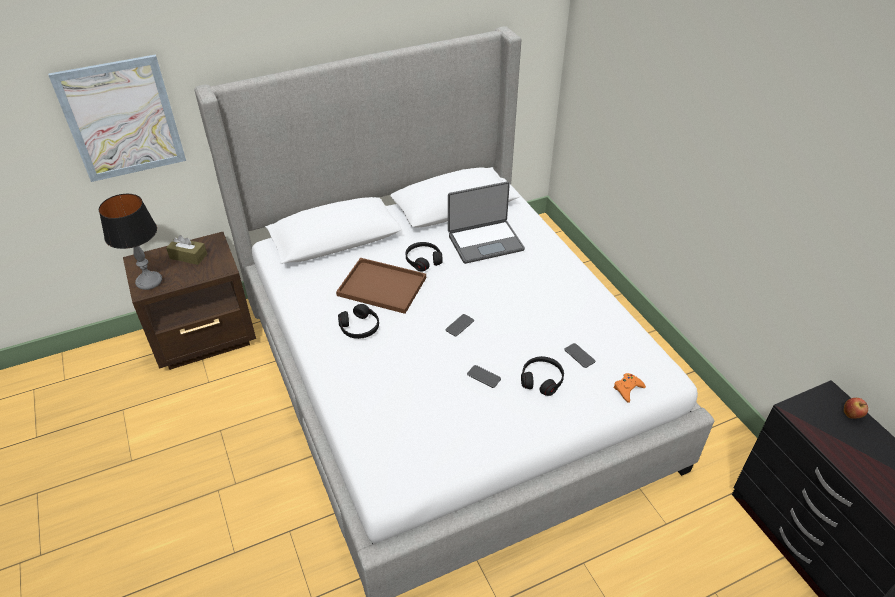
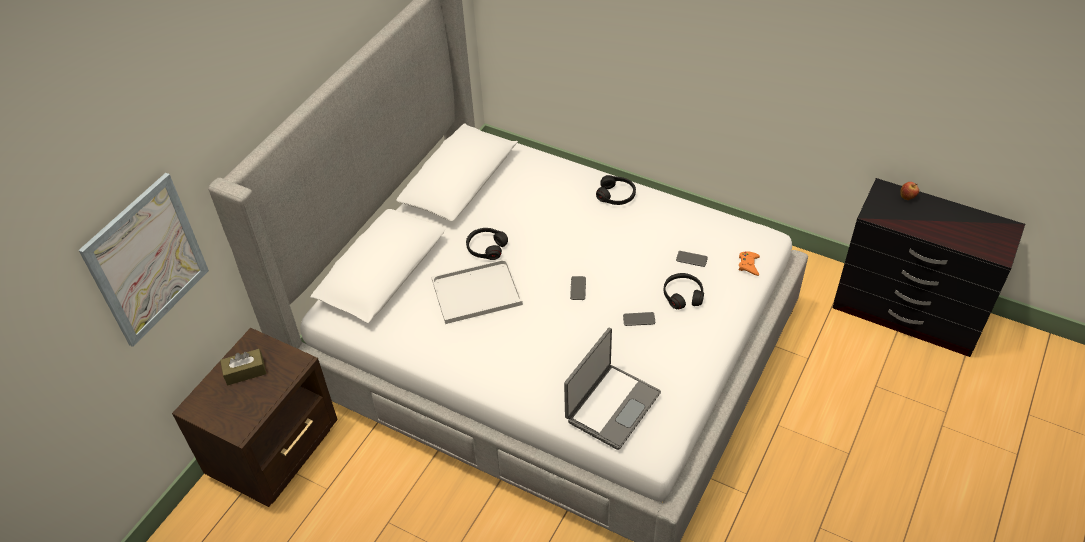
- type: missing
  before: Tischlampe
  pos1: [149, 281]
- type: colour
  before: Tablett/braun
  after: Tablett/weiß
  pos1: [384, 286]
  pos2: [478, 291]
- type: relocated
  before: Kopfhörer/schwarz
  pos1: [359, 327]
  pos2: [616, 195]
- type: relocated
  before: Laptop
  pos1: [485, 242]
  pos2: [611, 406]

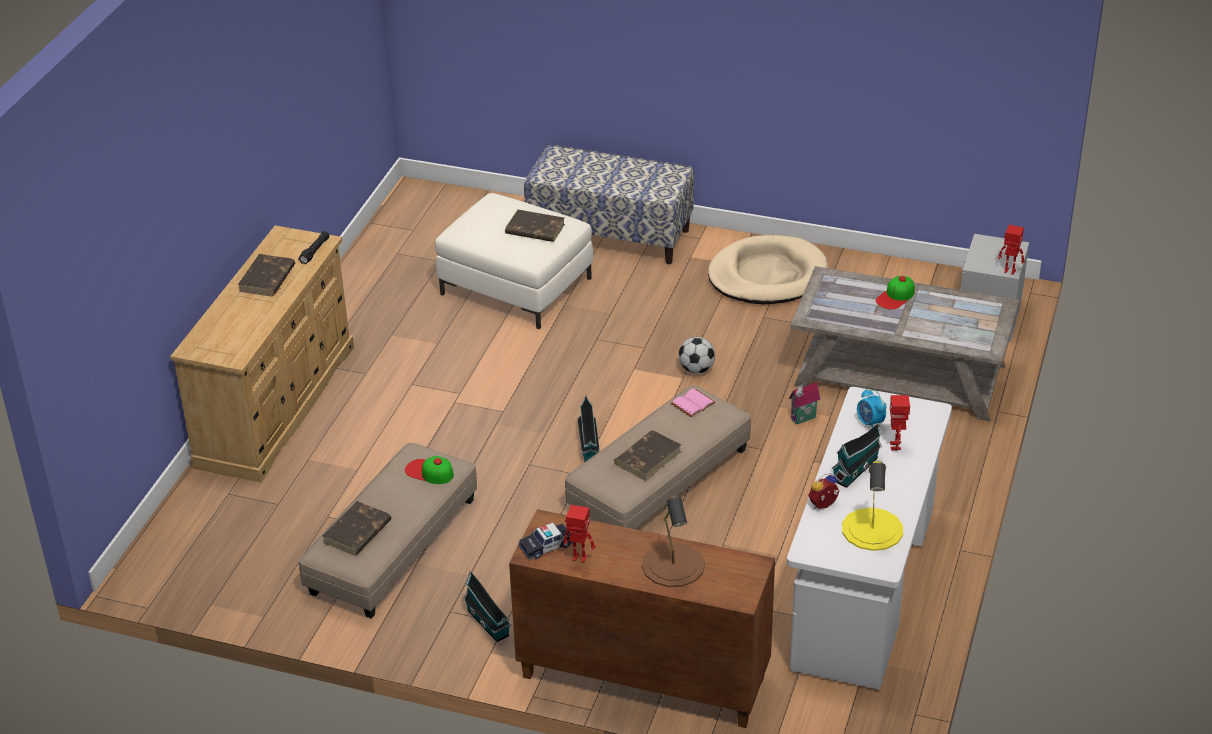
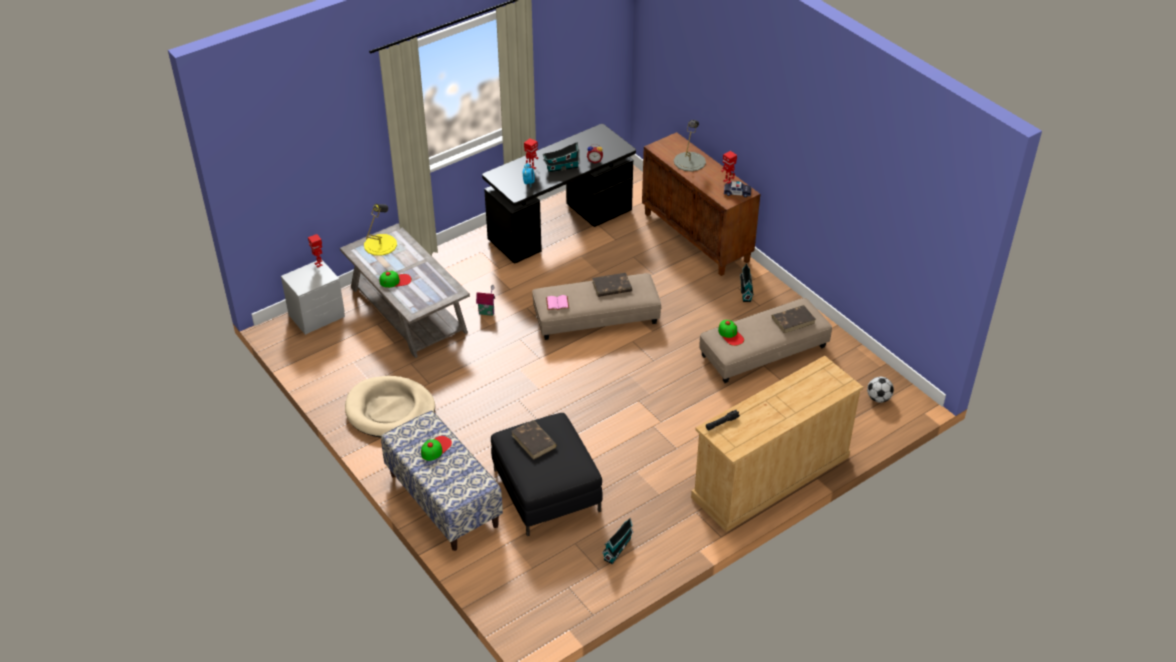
- type: missing
  before: Buch/braun
  pos1: [267, 279]
- type: colour
  before: Polsterhocker/weiß
  after: Polsterhocker/schwarz
  pos1: [515, 286]
  pos2: [546, 490]
- type: relocated
  before: Spielzeughaus
  pos1: [589, 448]
  pos2: [618, 548]
- type: colour
  before: Tischlampe/braun
  after: Tischlampe/grau
  pos1: [673, 565]
  pos2: [689, 161]
- type: relocated
  before: Fußball
  pos1: [696, 369]
  pos2: [878, 398]
- type: colour
  before: Schreibtisch/weiß
  after: Schreibtisch/schwarz
  pos1: [865, 588]
  pos2: [560, 225]
- type: relocated
  before: Tischlampe/gelb
  pos1: [872, 529]
  pos2: [380, 245]
- type: appeared
  after: Kappe
  pos2: [436, 448]

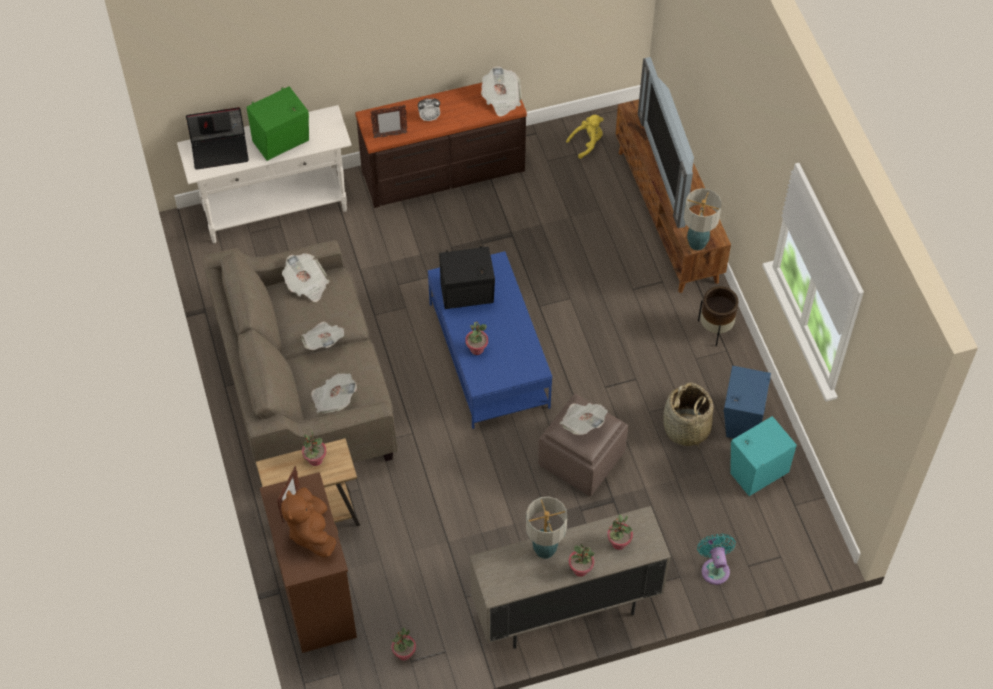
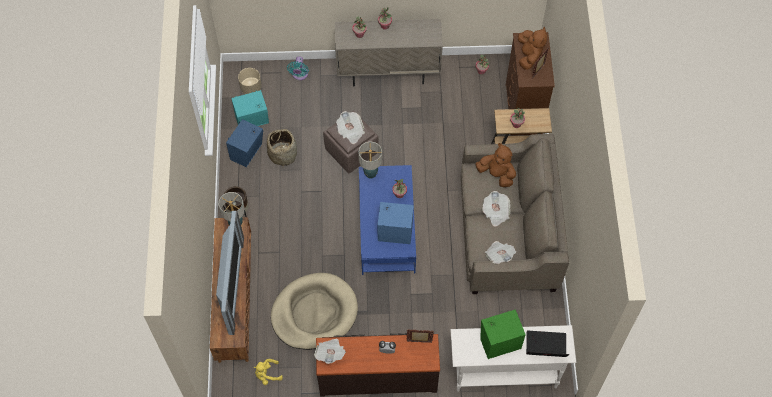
- type: exchanged
  before: Zeitung
  after: Plüschtier/braun
  pos1: [333, 399]
  pos2: [496, 174]
- type: colour
  before: Lautsprecher/schwarz
  after: Lautsprecher/blau
  pos1: [468, 296]
  pos2: [394, 231]
- type: relocated
  before: Tischlampe
  pos1: [545, 550]
  pos2: [370, 173]
- type: appeared
  after: Pflanzkübel/beige
  pos2: [251, 88]
- type: appeared
  after: Hundebett/beige
  pos2: [314, 313]

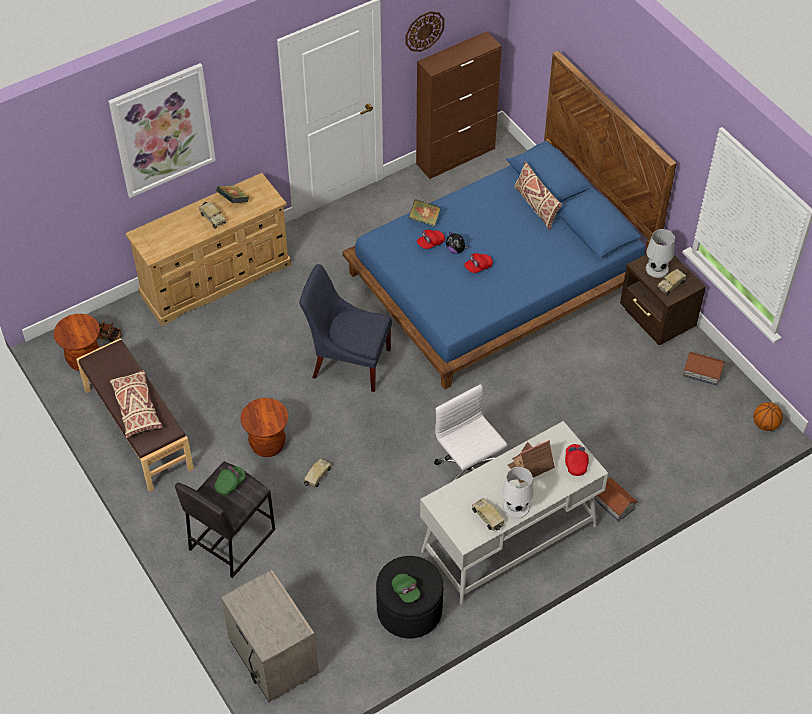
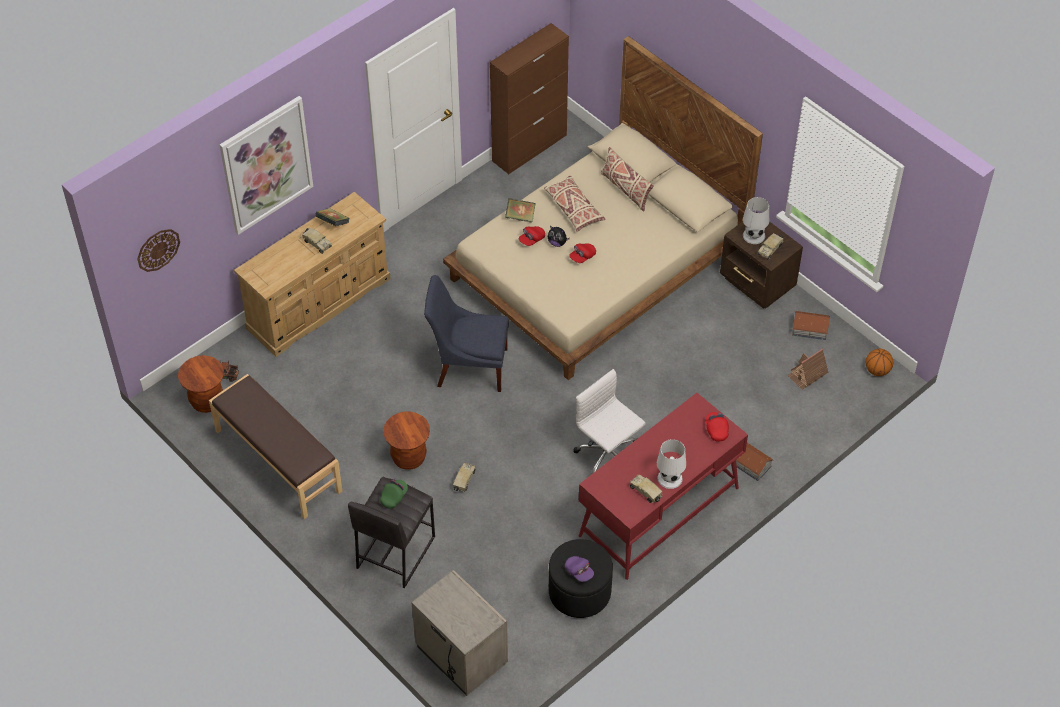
- type: relocated
  before: Kissen/beige
  pos1: [136, 408]
  pos2: [573, 208]
- type: colour
  before: Bett/blau
  after: Bett/beige
  pos1: [498, 279]
  pos2: [597, 265]
- type: colour
  before: Kappe/grün
  after: Kappe/lila
  pos1: [406, 591]
  pos2: [579, 572]
- type: relocated
  before: Wanduhr
  pos1: [424, 31]
  pos2: [158, 249]
- type: colour
  before: Schreibtisch/weiß
  after: Schreibtisch/rot
  pos1: [508, 538]
  pos2: [658, 511]
- type: relocated
  before: Spielzeughaus
  pos1: [530, 466]
  pos2: [807, 374]

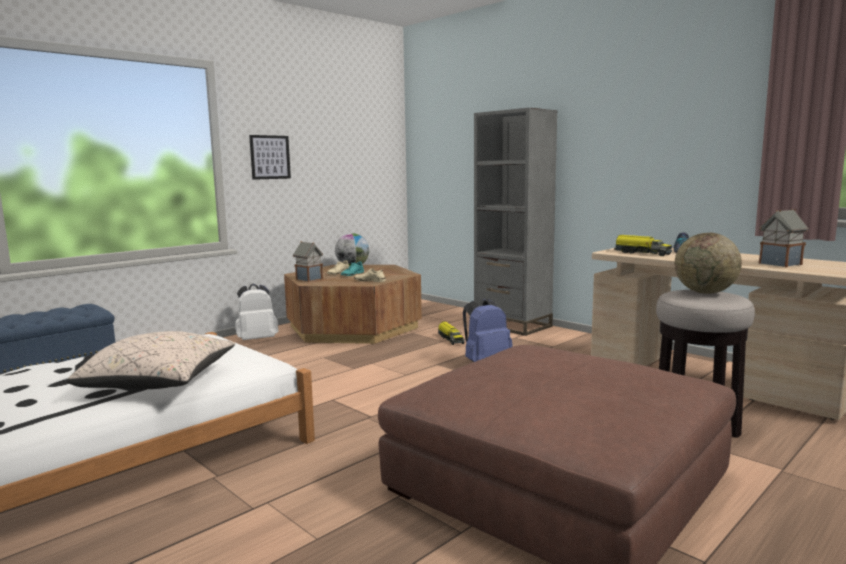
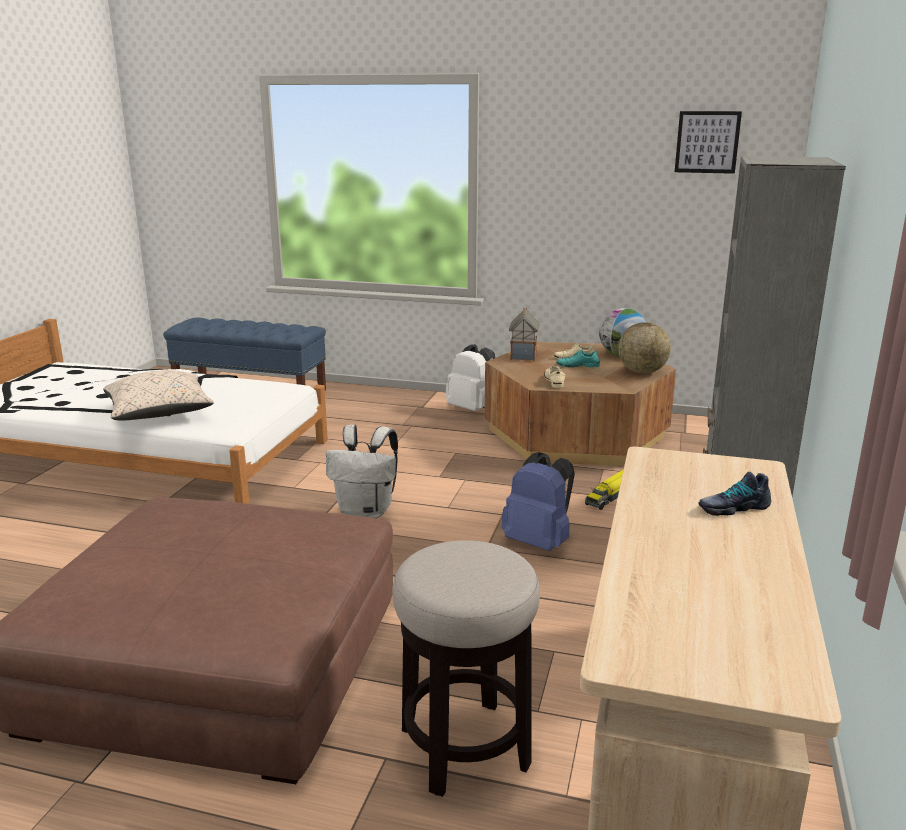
- type: relocated
  before: Bild
  pos1: [270, 157]
  pos2: [707, 142]
- type: missing
  before: Spielzeuglaster
  pos1: [641, 253]
- type: relocated
  before: Globus
  pos1: [705, 292]
  pos2: [642, 372]
- type: missing
  before: Spielzeughaus
  pos1: [780, 264]
- type: appeared
  after: Rucksack/weiß
  pos2: [367, 511]

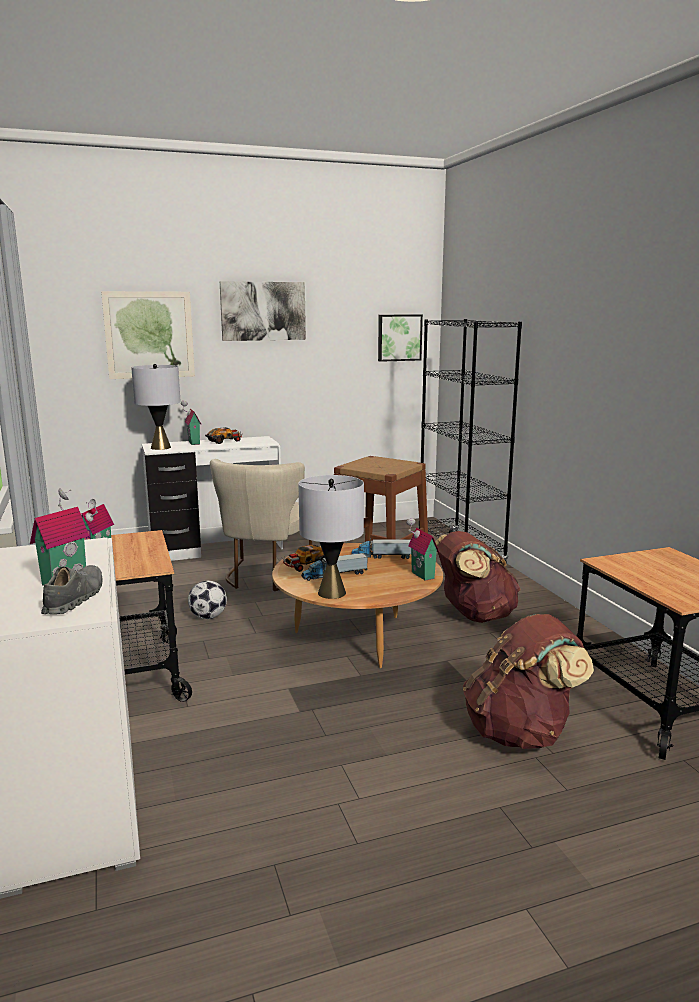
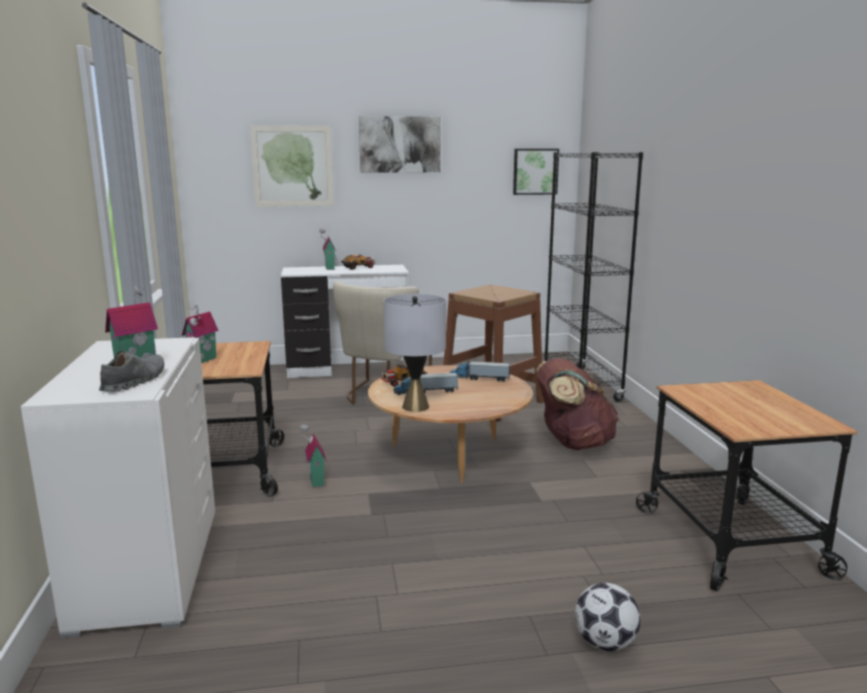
- type: missing
  before: Tischlampe/grau
  pos1: [161, 447]
- type: relocated
  before: Fußball
  pos1: [208, 617]
  pos2: [605, 643]
- type: relocated
  before: Spielzeughaus
  pos1: [421, 575]
  pos2: [314, 481]
- type: missing
  before: Rucksack/braun
  pos1: [520, 732]

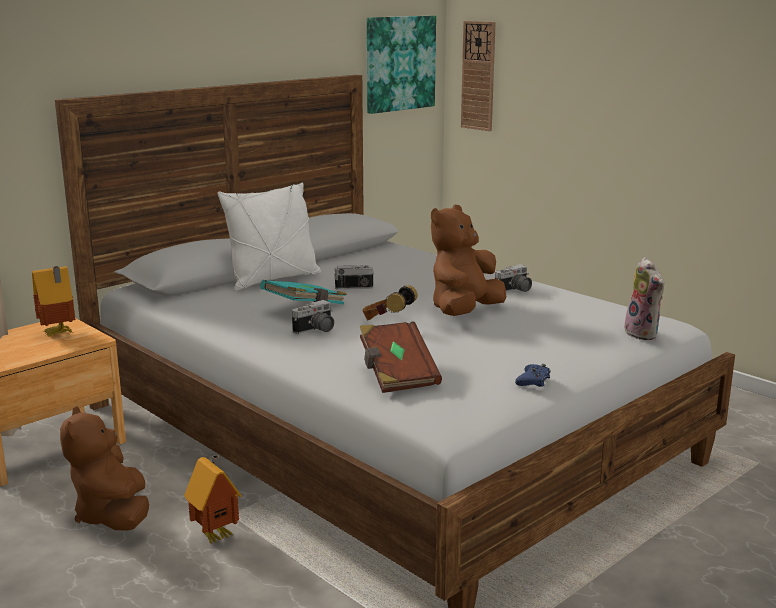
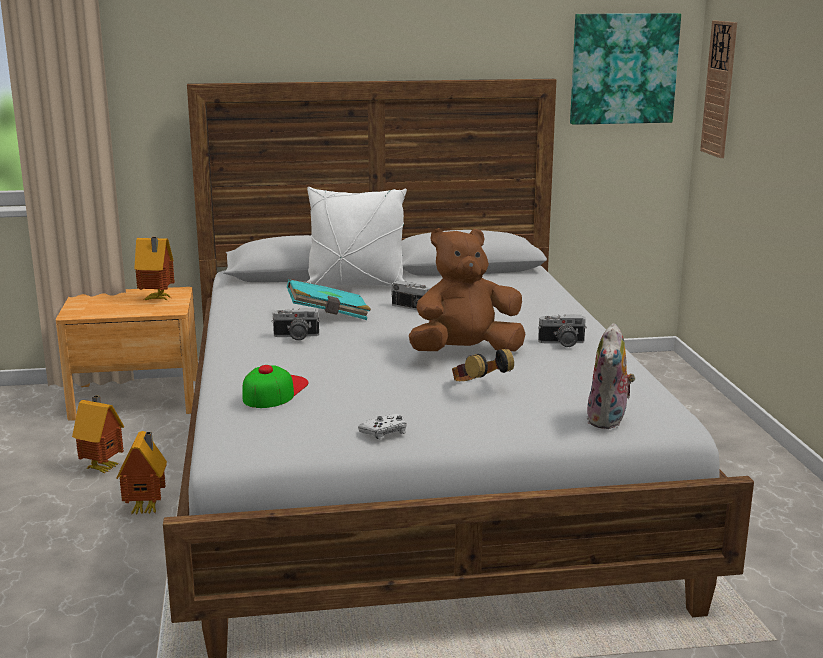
- type: exchanged
  before: Plüschtier/braun
  after: Spielzeughaus
  pos1: [113, 516]
  pos2: [103, 468]
- type: exchanged
  before: Buch/braun
  after: Kappe
  pos1: [397, 374]
  pos2: [274, 391]
- type: relocated
  before: Kopfhörer
  pos1: [387, 322]
  pos2: [479, 388]
- type: colour
  before: Gamepad/blau
  after: Gamepad/weiß
  pos1: [533, 381]
  pos2: [385, 432]

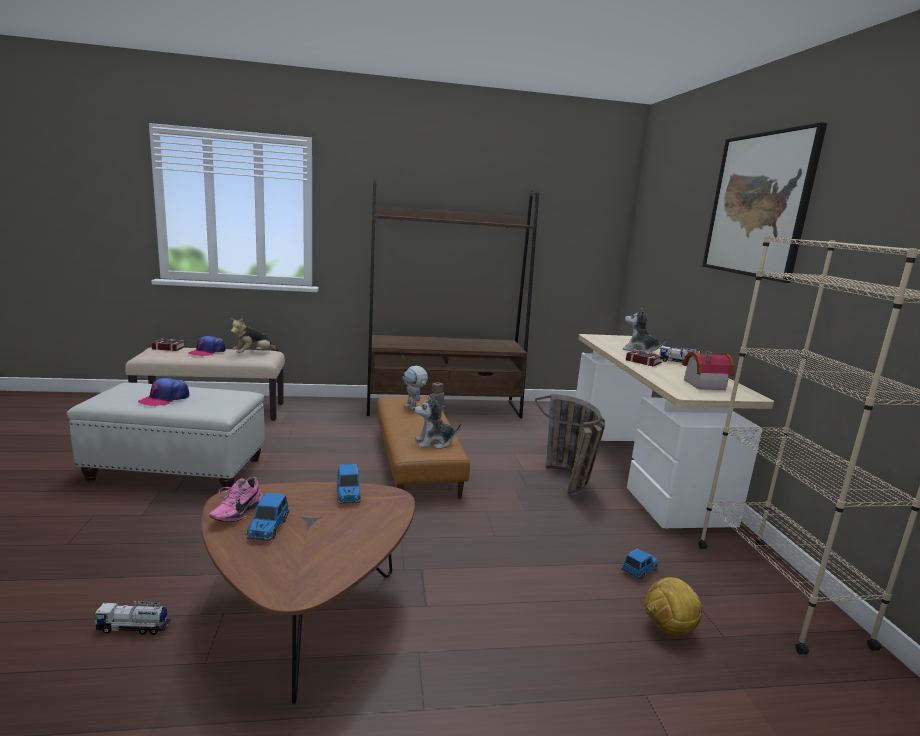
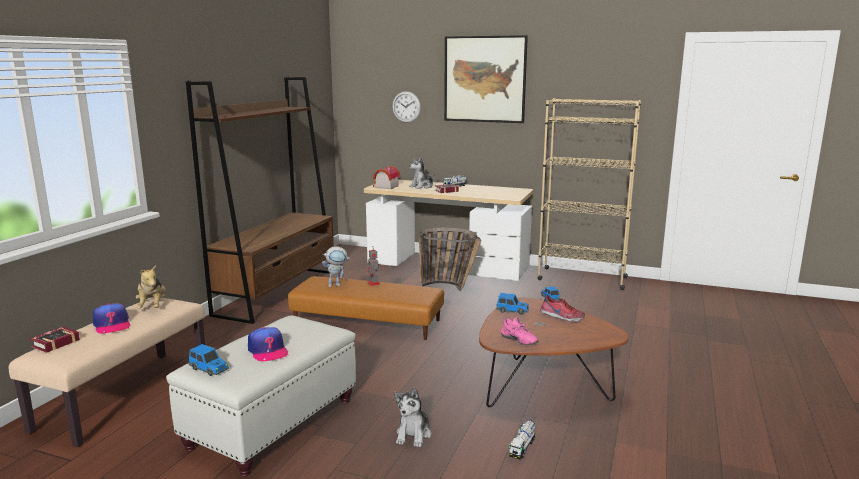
- type: relocated
  before: Spielzeugauto
  pos1: [268, 528]
  pos2: [209, 369]
- type: relocated
  before: Plüschtier
  pos1: [434, 442]
  pos2: [413, 434]
- type: missing
  before: Fußball
  pos1: [668, 629]
- type: relocated
  before: Spielzeughaus
  pos1: [702, 384]
  pos2: [385, 187]
- type: appeared
  after: Wanduhr
  pos2: [406, 107]
- type: appeared
  after: Schuh
  pos2: [561, 317]

